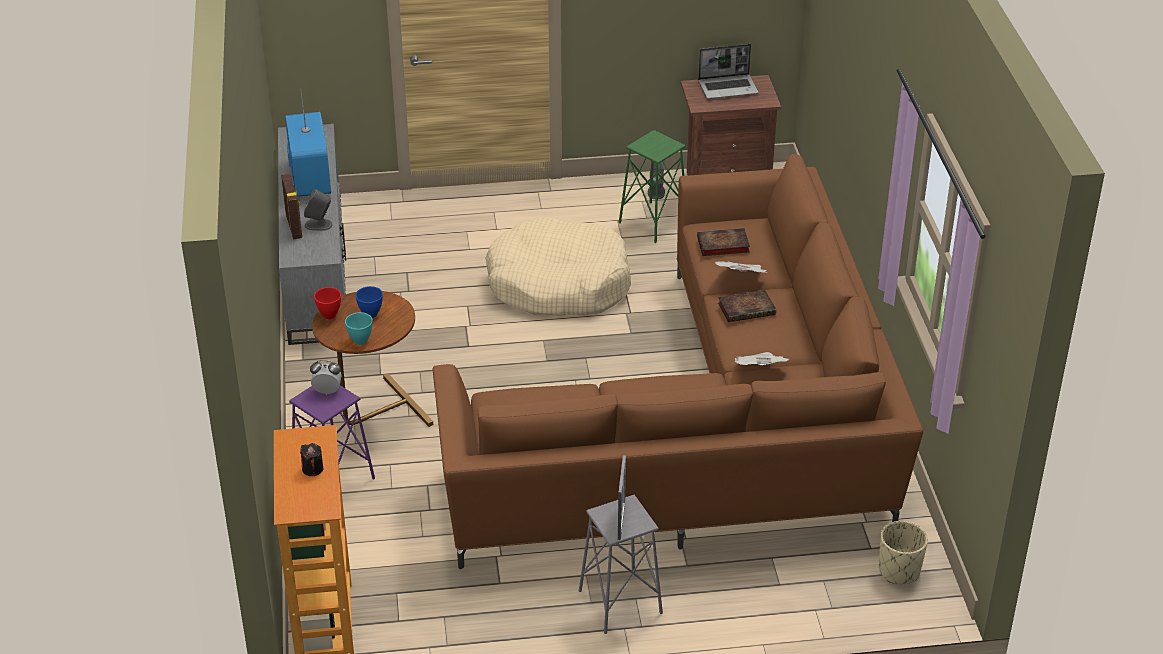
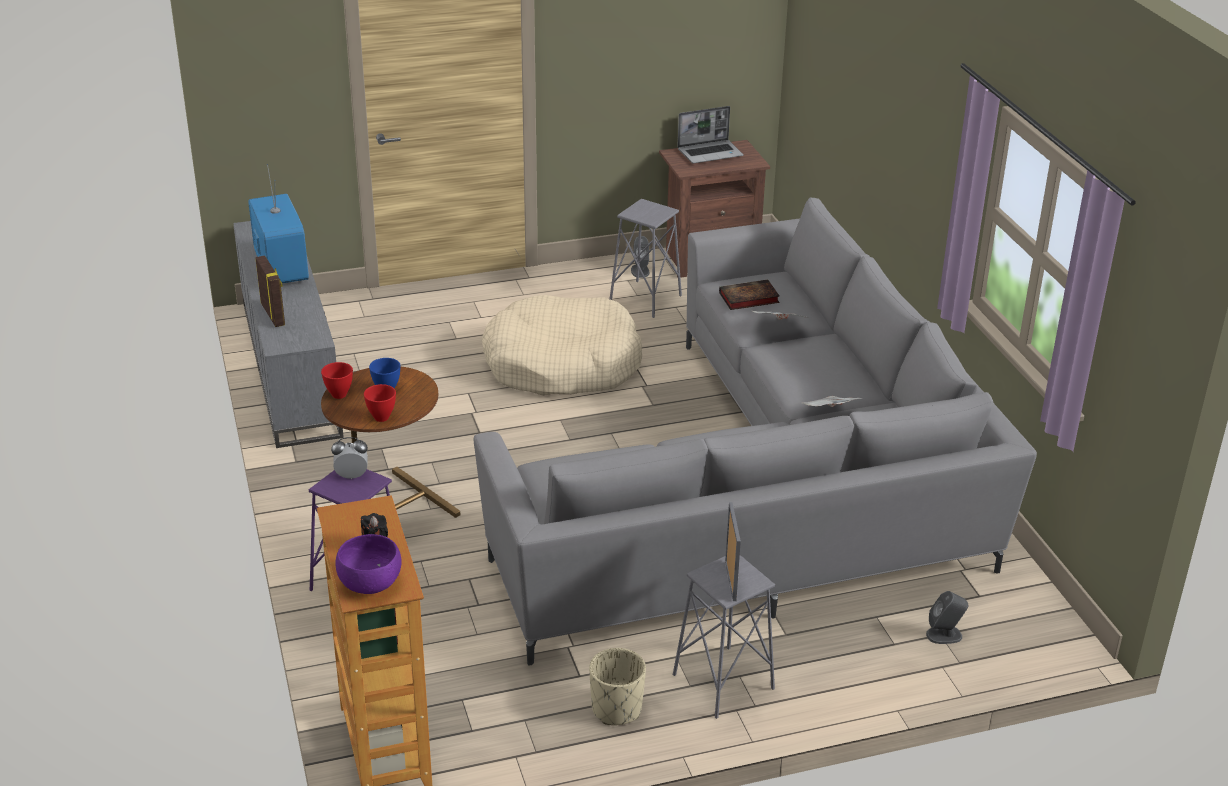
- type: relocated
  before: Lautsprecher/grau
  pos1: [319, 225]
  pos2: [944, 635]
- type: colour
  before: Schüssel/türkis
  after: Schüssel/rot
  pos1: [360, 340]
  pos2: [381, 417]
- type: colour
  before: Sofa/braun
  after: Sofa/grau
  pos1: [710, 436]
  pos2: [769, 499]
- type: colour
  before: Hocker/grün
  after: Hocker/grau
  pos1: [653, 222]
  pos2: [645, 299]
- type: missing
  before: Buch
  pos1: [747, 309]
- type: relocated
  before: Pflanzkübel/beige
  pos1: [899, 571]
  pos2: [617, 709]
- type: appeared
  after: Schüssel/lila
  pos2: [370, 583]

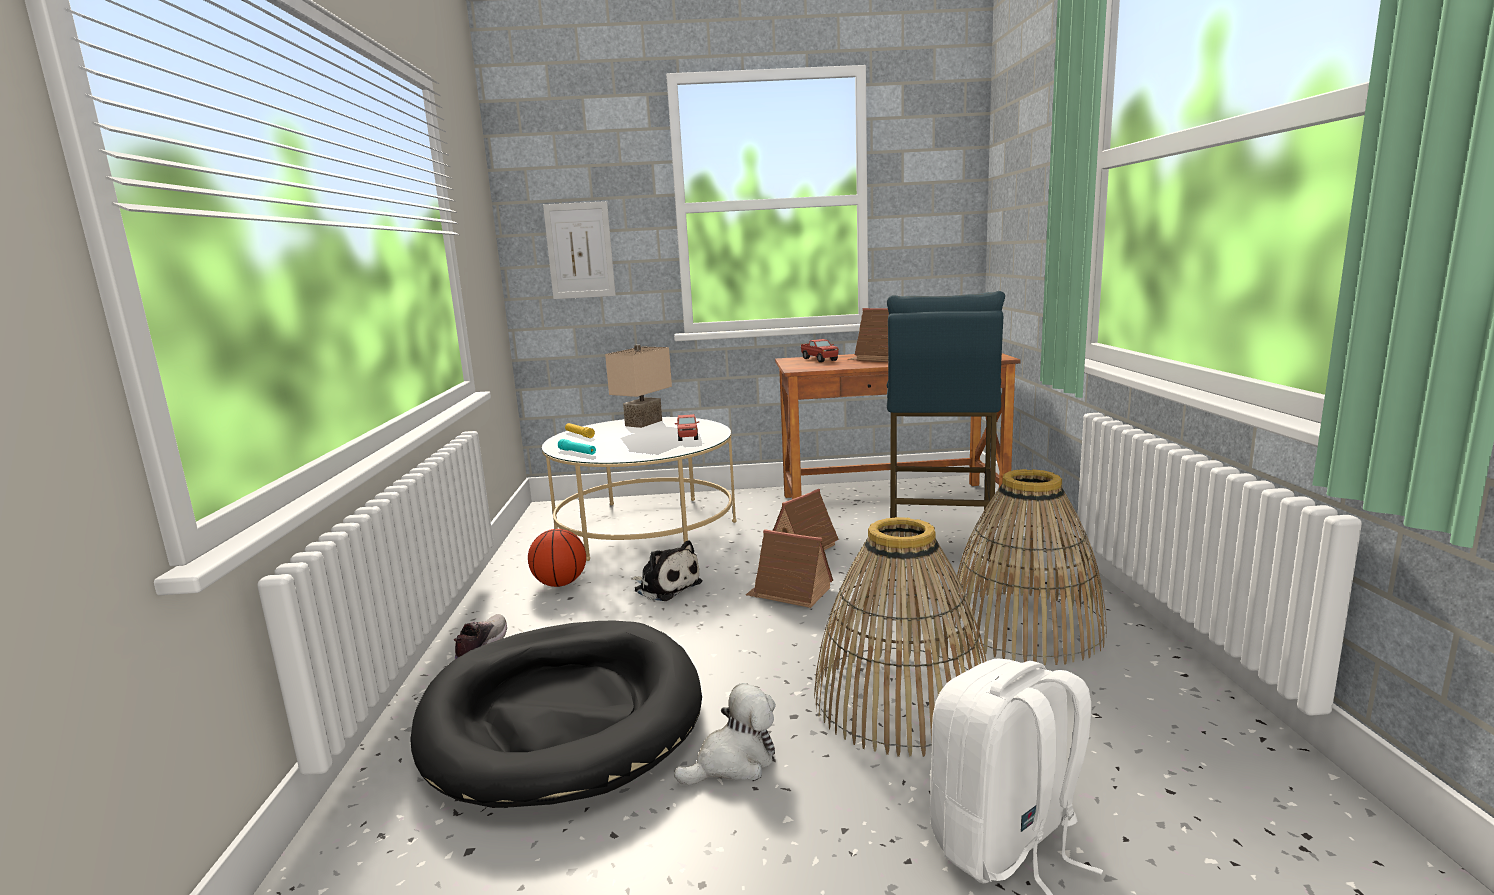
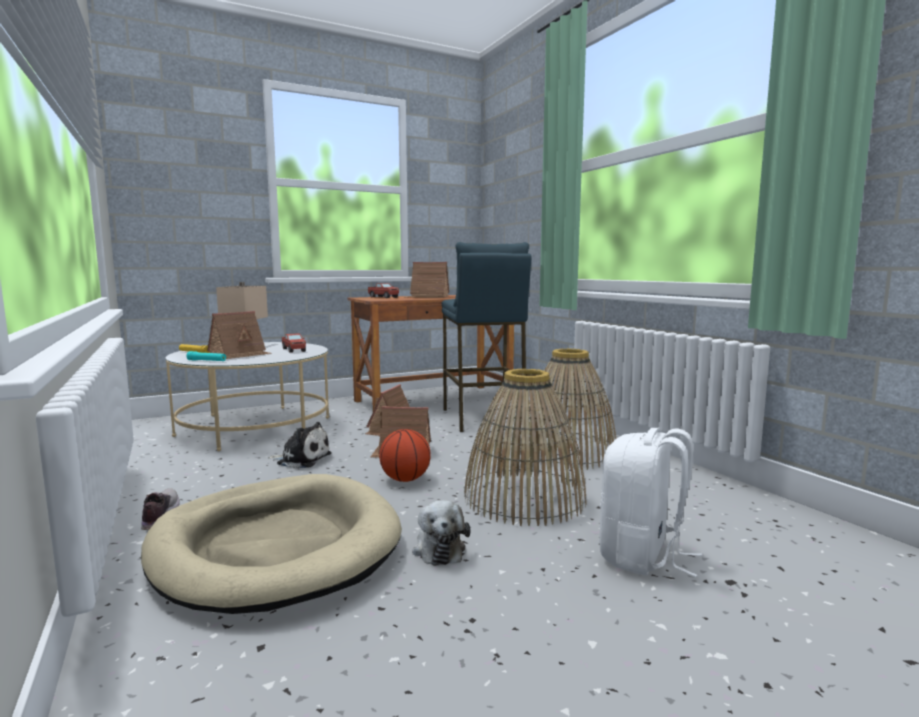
- type: colour
  before: Hundebett/schwarz
  after: Hundebett/beige
  pos1: [562, 715]
  pos2: [276, 546]
- type: relocated
  before: Basketball
  pos1: [560, 584]
  pos2: [405, 479]
- type: missing
  before: Bild
  pos1: [580, 250]
- type: spun
  before: Plüschtier
  pos1: [734, 762]
  pos2: [439, 549]
  turn: 135
- type: appeared
  after: Spielzeughaus
  pos2: [240, 355]

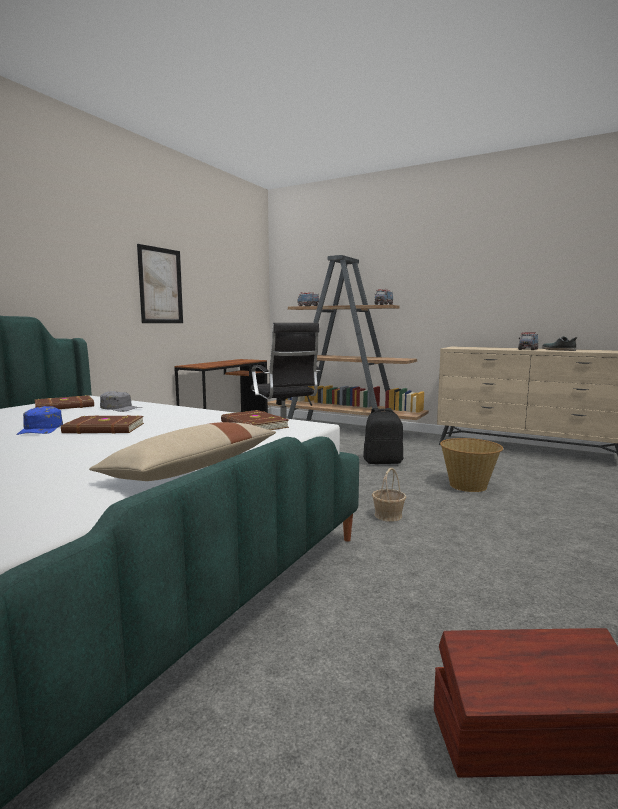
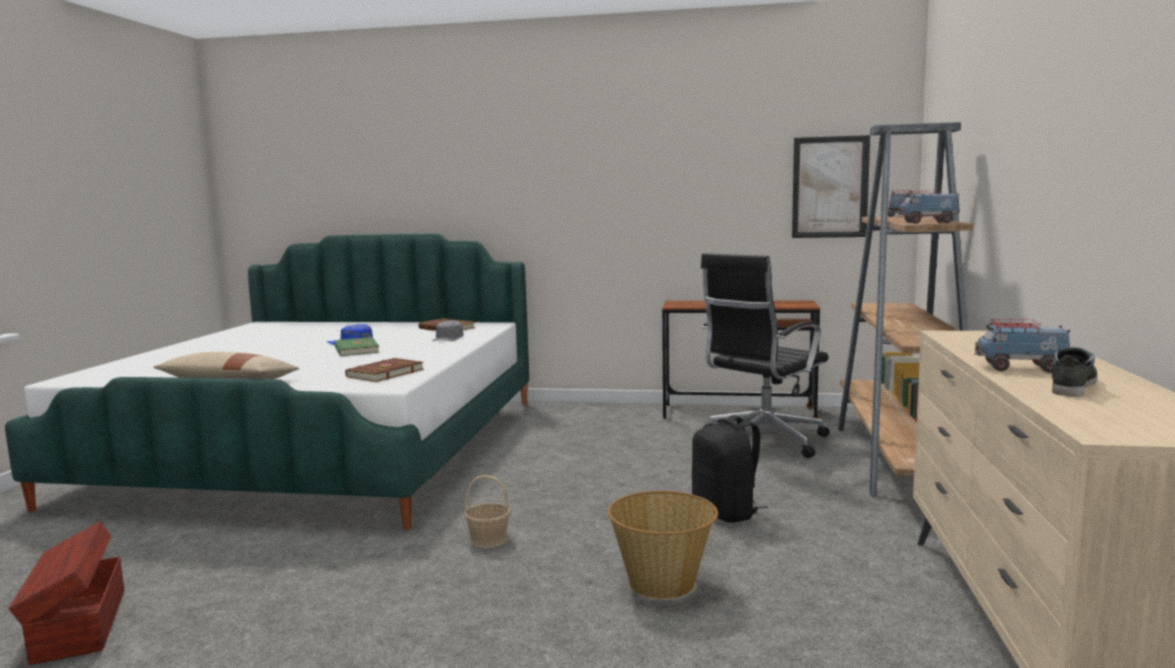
- type: colour
  before: Buch/braun
  after: Buch/grün
  pos1: [104, 429]
  pos2: [355, 350]
- type: relocated
  before: Bild
  pos1: [160, 286]
  pos2: [830, 187]

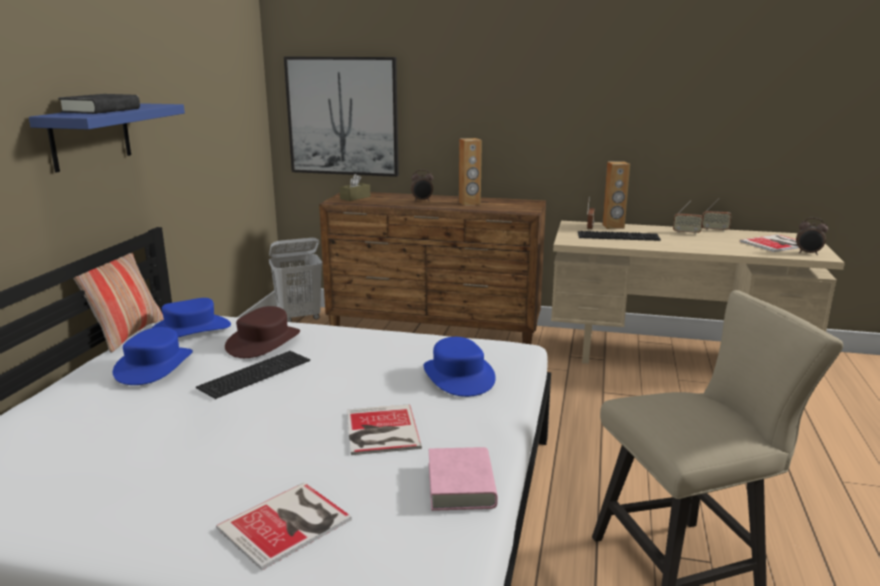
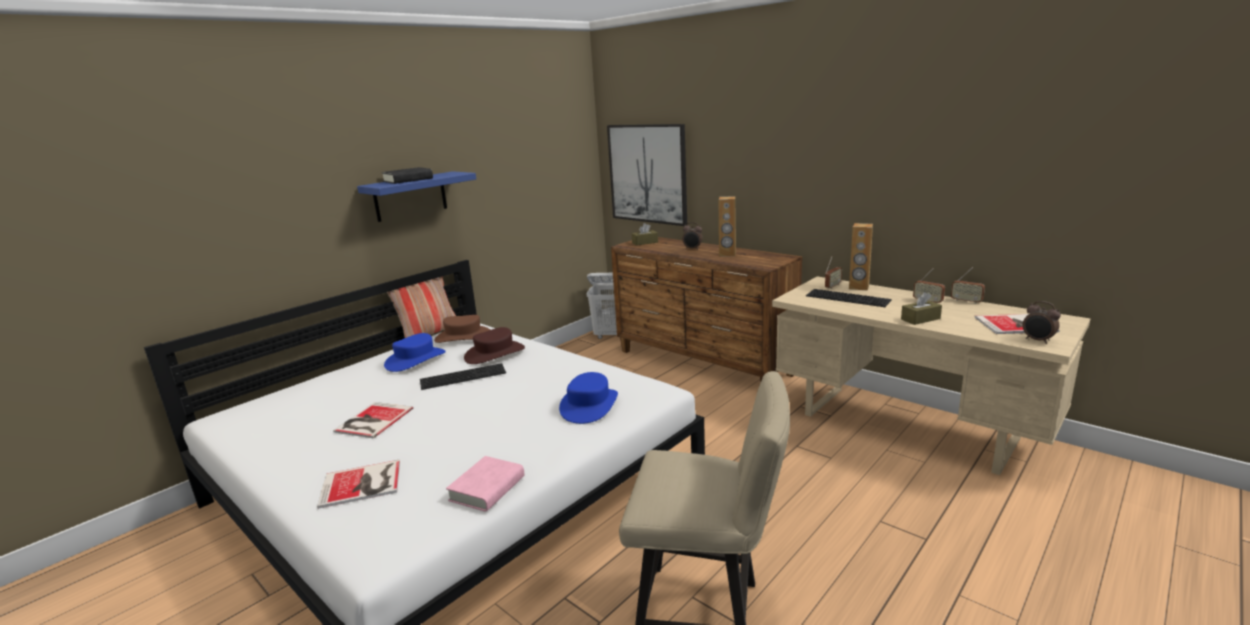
- type: colour
  before: Hut/blau
  after: Hut/braun
  pos1: [190, 330]
  pos2: [463, 337]
- type: relocated
  before: Buch
  pos1: [380, 431]
  pos2: [372, 421]
- type: appeared
  after: Taschentuchbox/braun
  pos2: [920, 319]

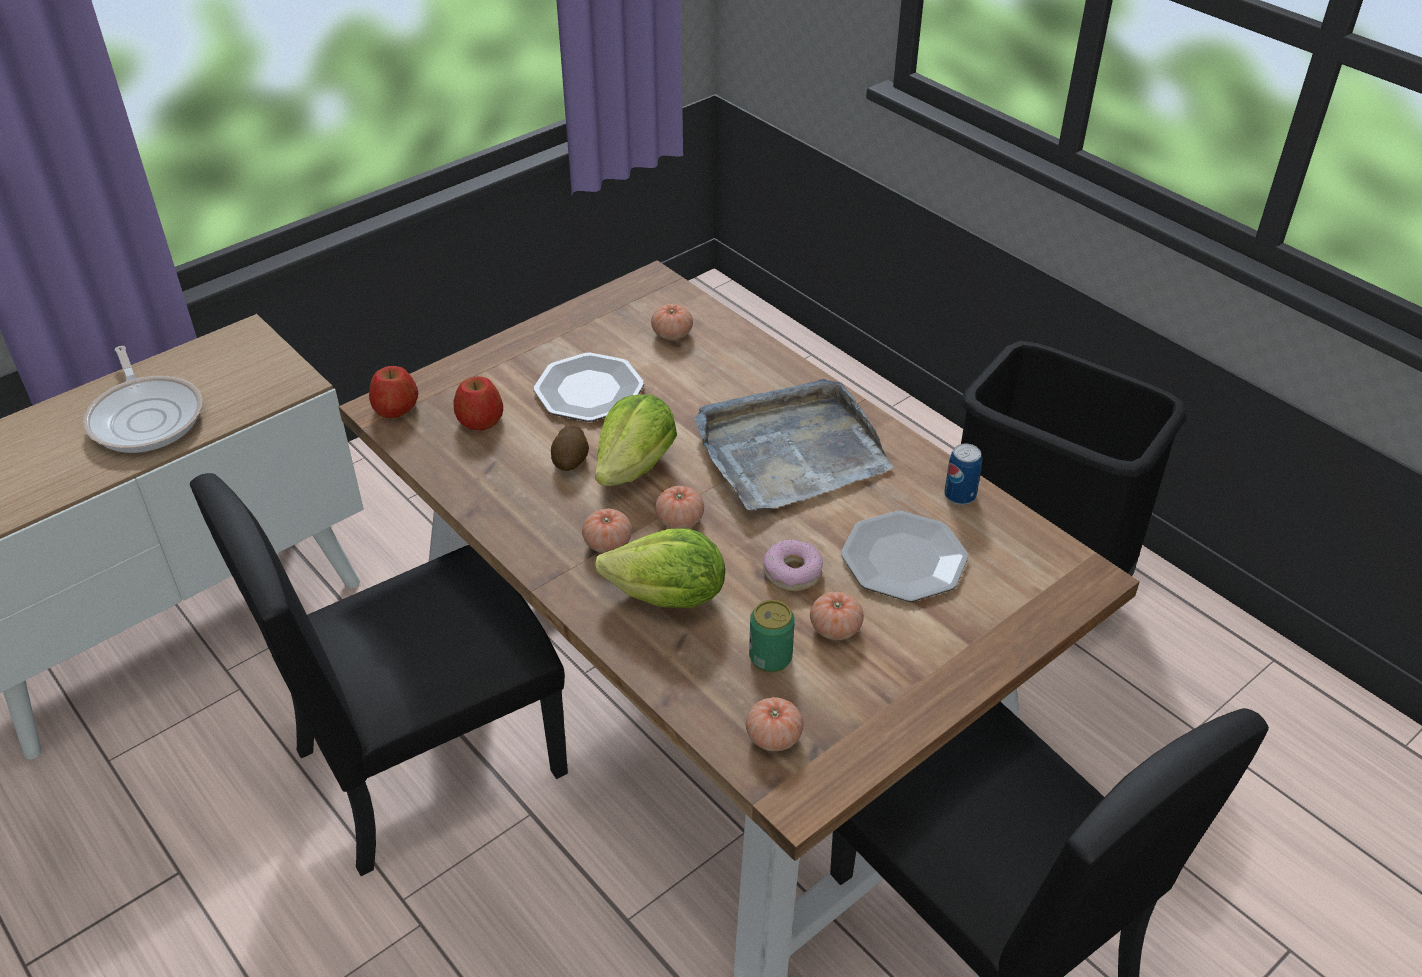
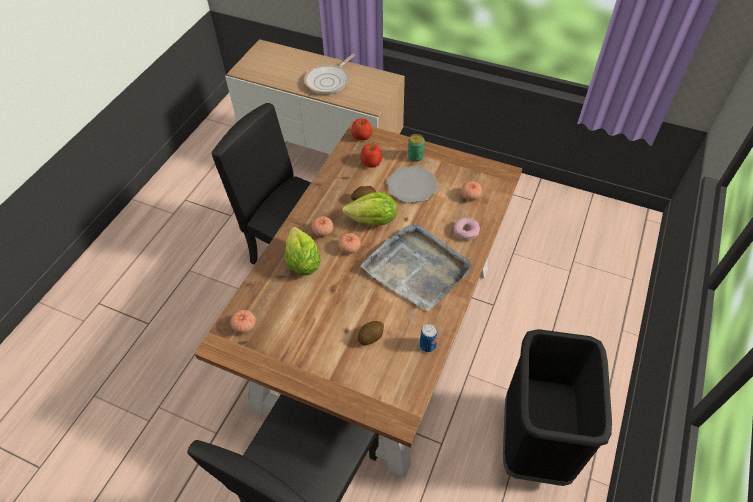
- type: relocated
  before: Dose
  pos1: [770, 657]
  pos2: [415, 156]
- type: relocated
  before: Donut
  pos1: [792, 572]
  pos2: [466, 231]
- type: missing
  before: Tomate
  pos1: [835, 628]
- type: exchanged
  before: Teller
  after: Kartoffel
  pos1: [904, 558]
  pos2: [371, 336]

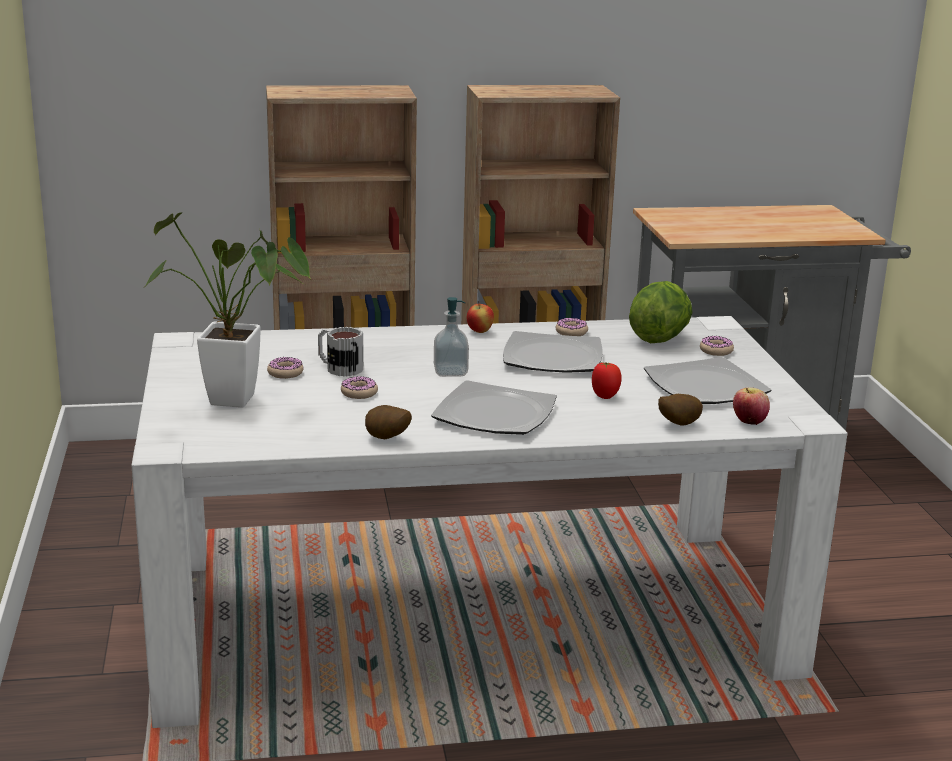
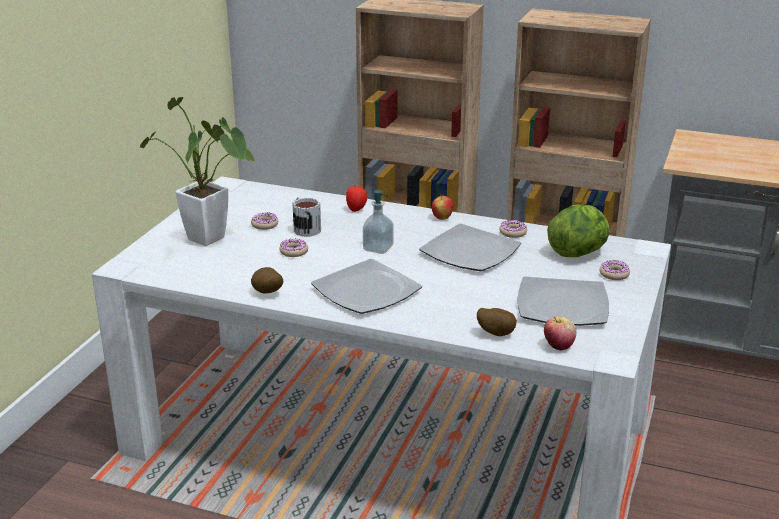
- type: relocated
  before: Tomate
  pos1: [605, 396]
  pos2: [356, 209]

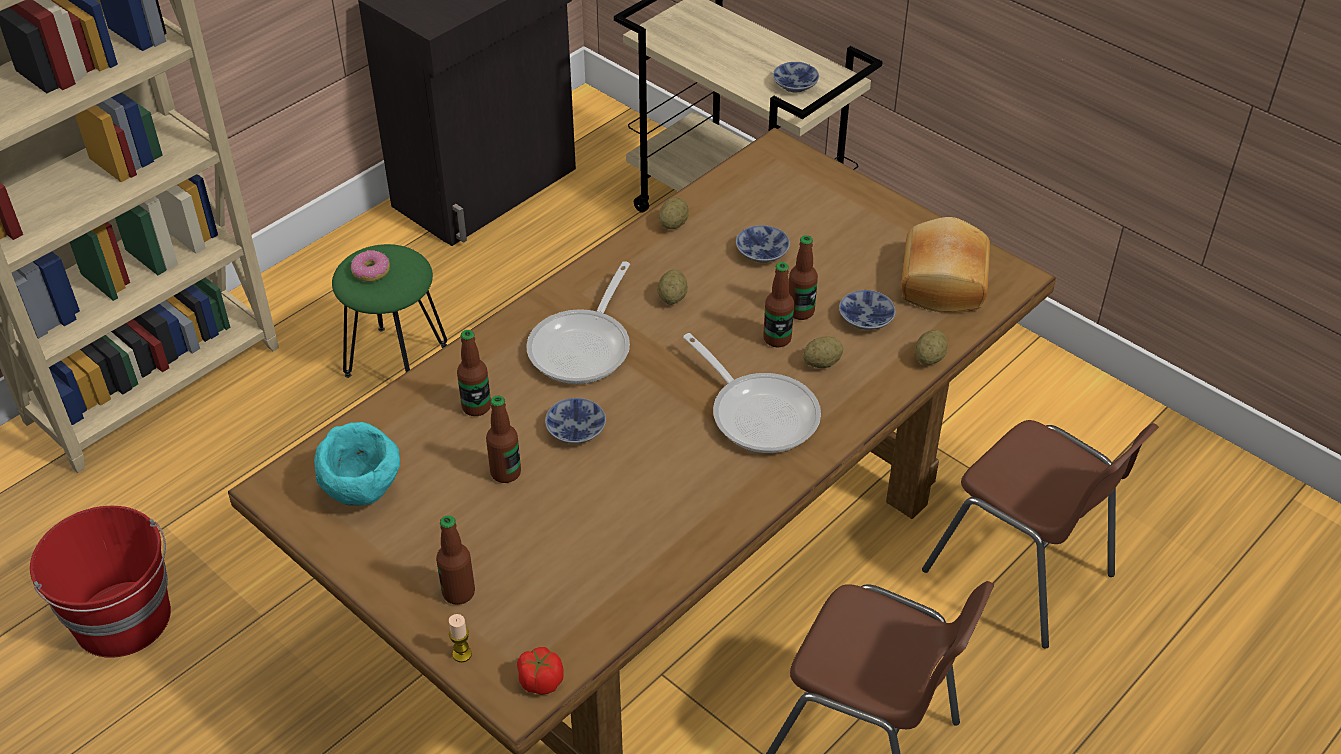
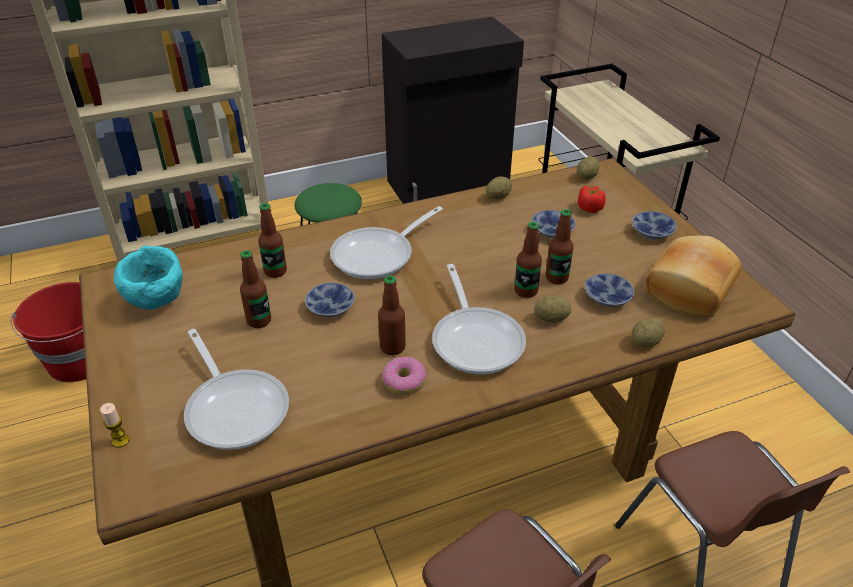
- type: relocated
  before: Donut
  pos1: [371, 271]
  pos2: [404, 381]
- type: relocated
  before: Flasche
  pos1: [458, 593]
  pos2: [392, 347]
- type: relocated
  before: Tomate
  pos1: [540, 681]
  pos2: [589, 208]
- type: relocated
  before: Kartoffel
  pos1: [672, 298]
  pos2: [587, 177]
- type: relocated
  before: Schüssel
  pos1: [794, 84]
  pos2: [651, 231]
- type: appeared
  after: Pfanne
  pos2: [235, 407]

